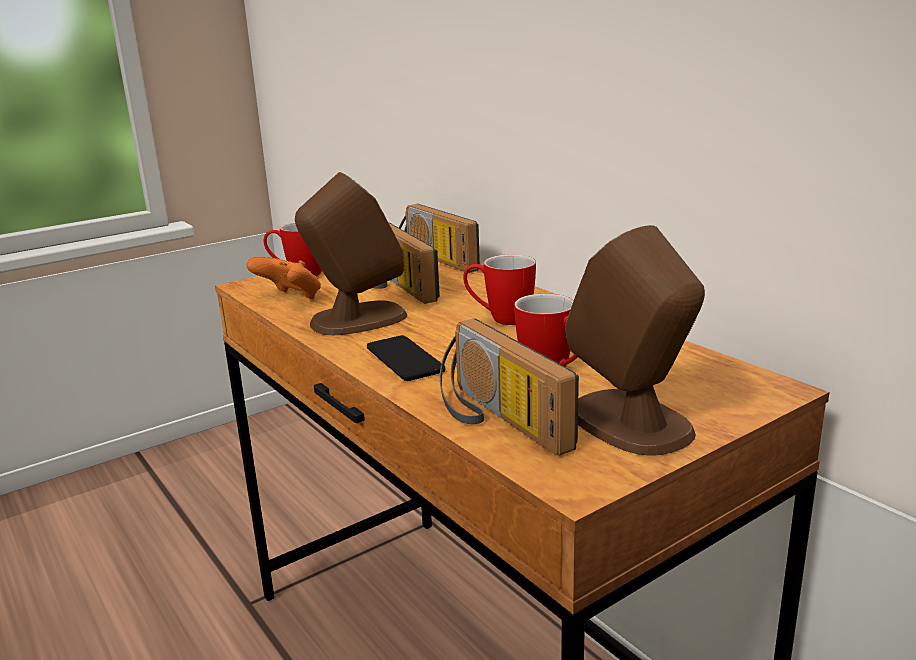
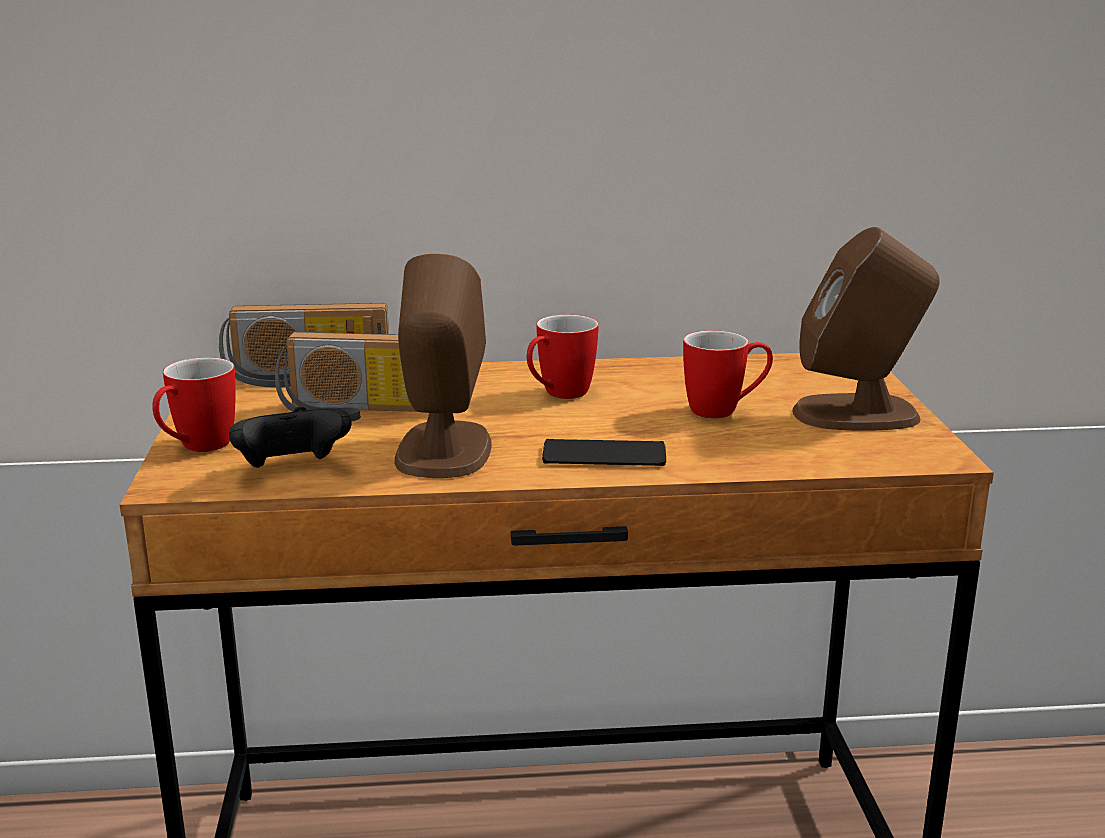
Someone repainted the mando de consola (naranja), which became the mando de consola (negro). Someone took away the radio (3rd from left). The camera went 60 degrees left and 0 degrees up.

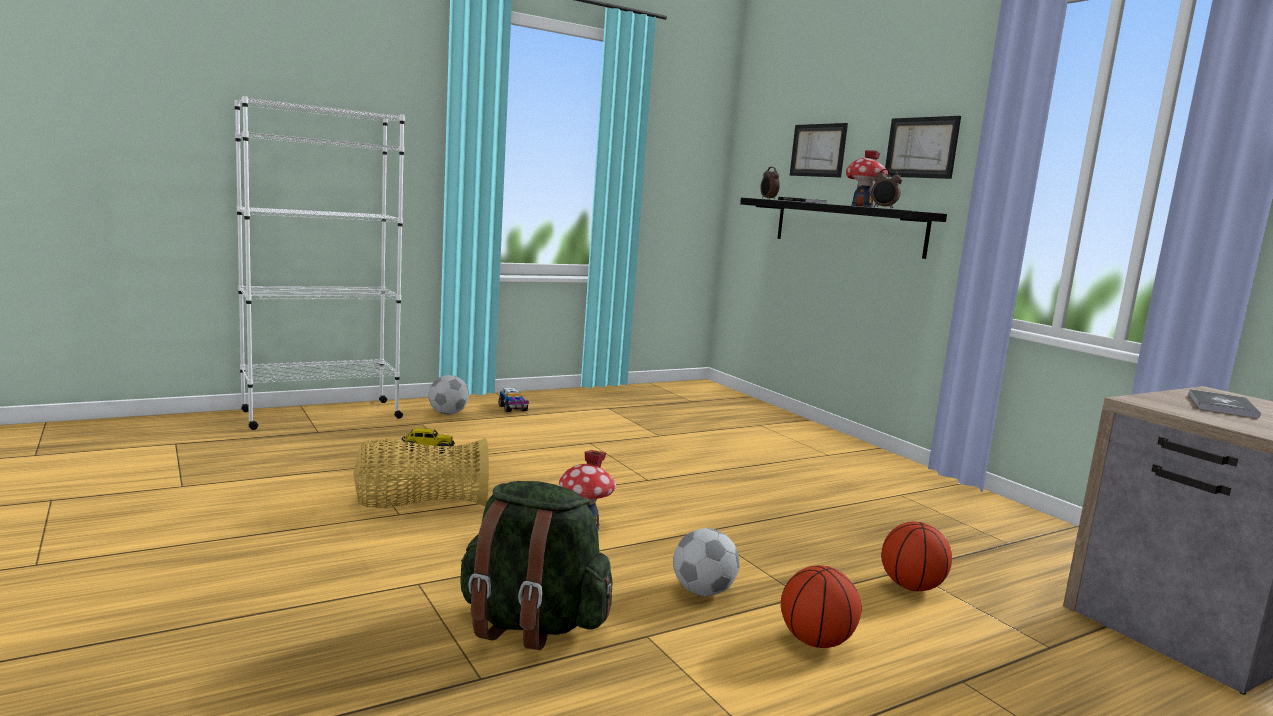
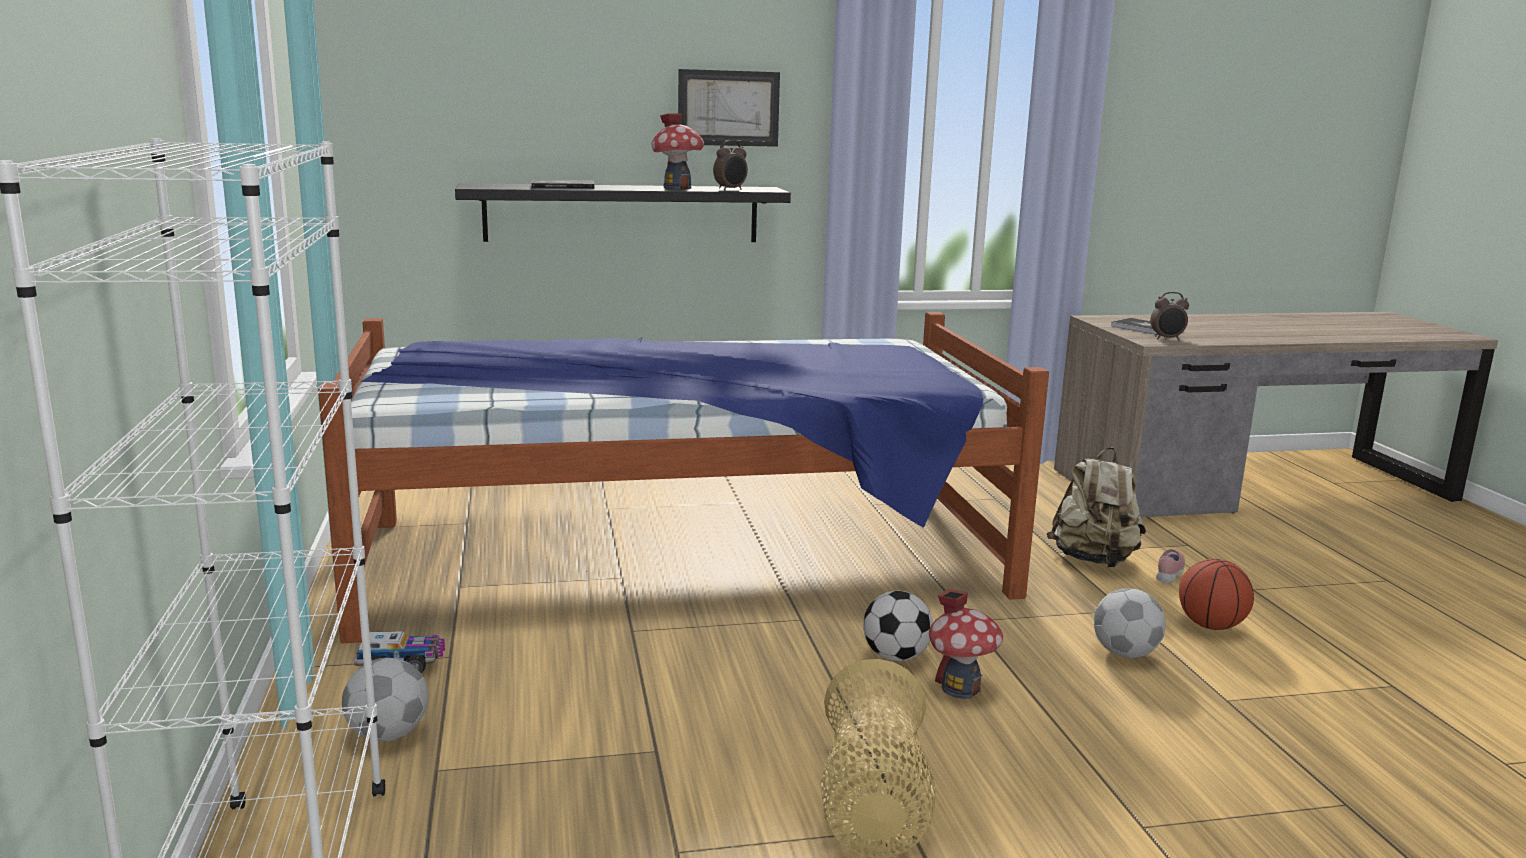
Someone took away the cuadro (1st from left). Someone carried the despertador (1st from left in the first image). Someone took away the camión de juguete (1st from left). Someone took away the mochila (verde). Someone swapped the balón de baloncesto (2nd from left) for the mochila (beis). Someone put down the cama. Someone put down the zapato (rosa). Someone put down the balón de fútbol (2nd from left). The camera went 70 degrees left and 5 degrees up.

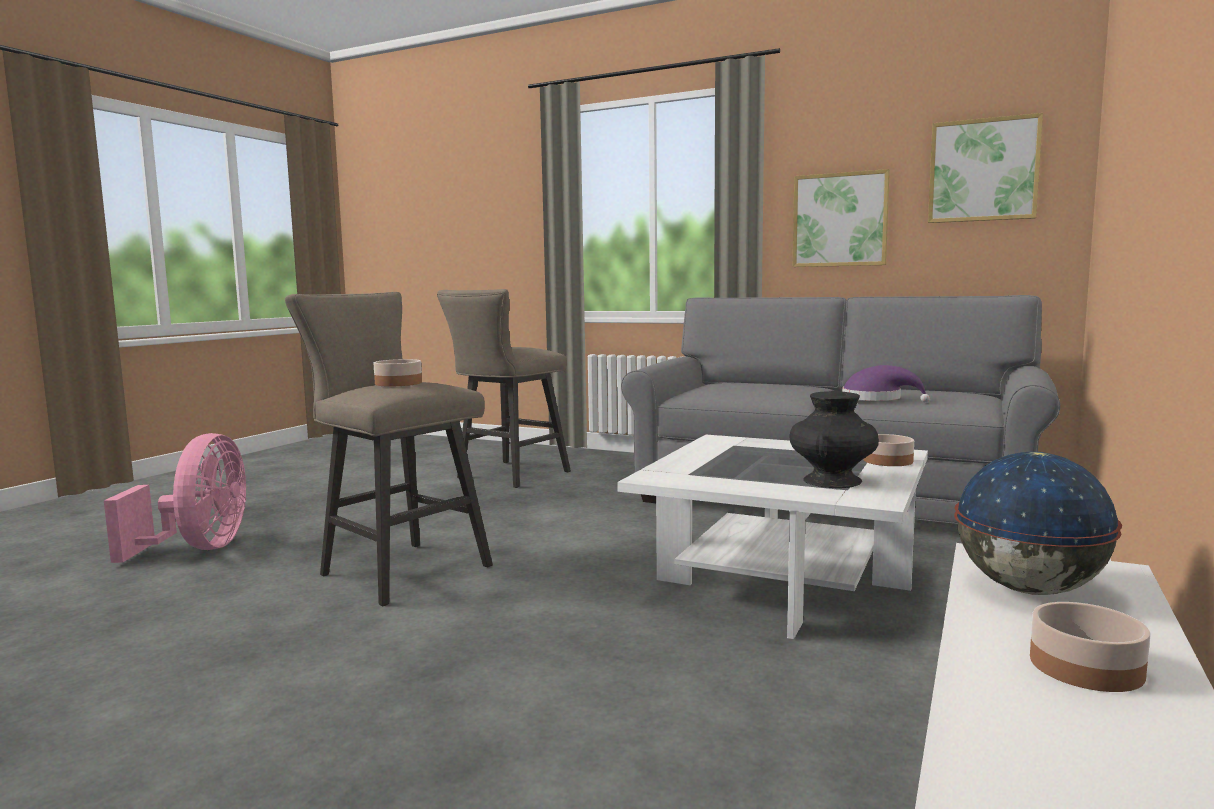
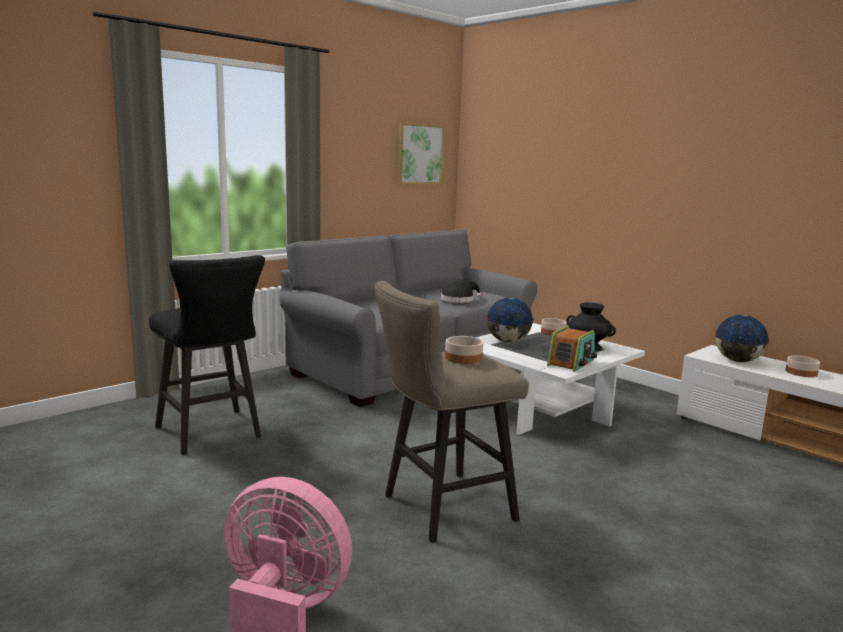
Someone took away the cuadro (1st from left). Someone repainted the taburete (beis) (2nd from left), which became the taburete (negro). Someone repainted the sombrero (morado), which became the sombrero (negro). Someone put down the globo terráqueo (1st from left). Someone put down the radio. The camera went 70 degrees left and 5 degrees up.

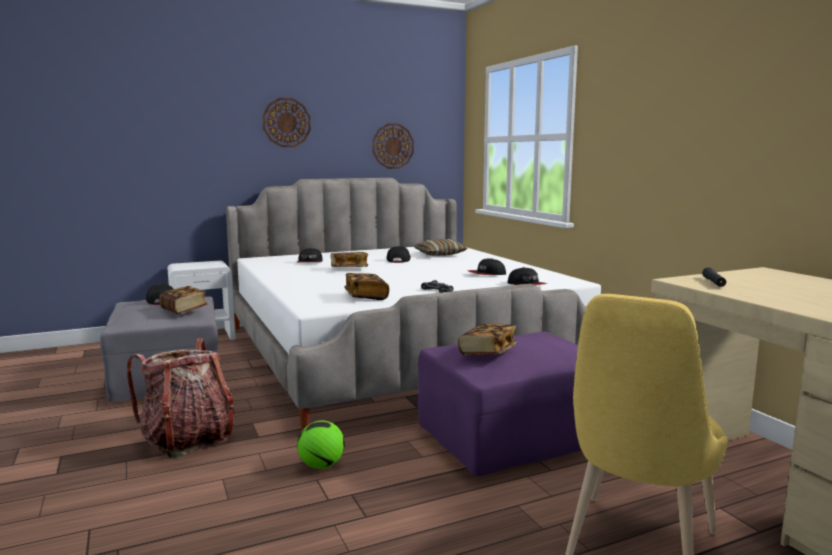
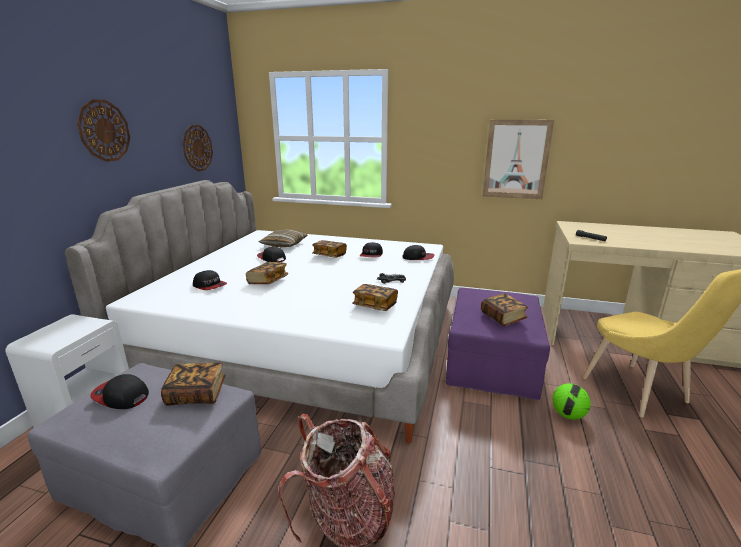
Someone carried the balón de fútbol. Someone put up the cuadro. Someone put down the libro (3rd from left). The camera went 50 degrees left and 10 degrees up.

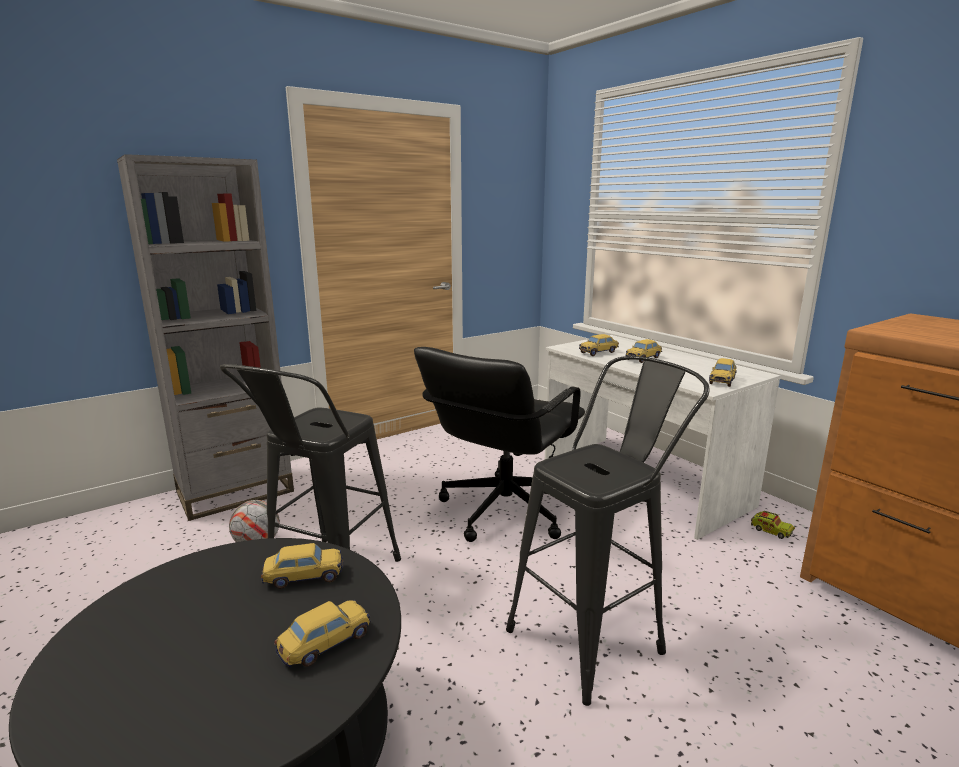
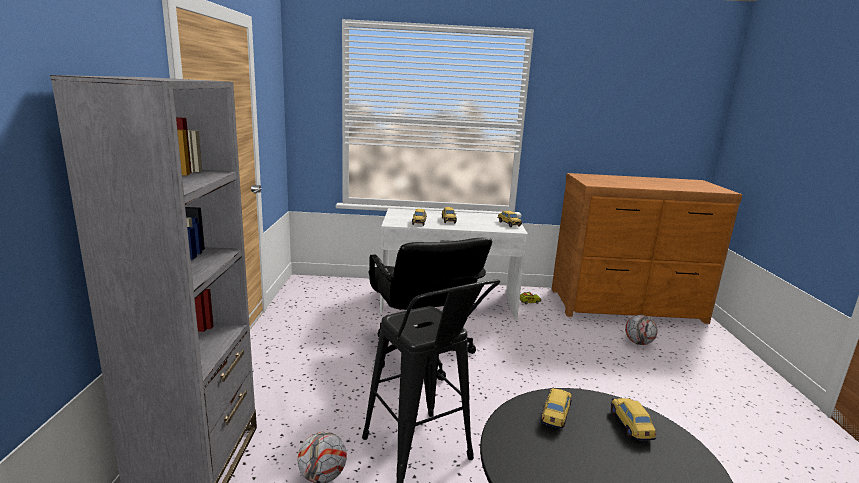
Someone took away the taburete (negro) (2nd from left). Someone put down the balón de fútbol (2nd from left). The camera went 55 degrees left and 0 degrees up.

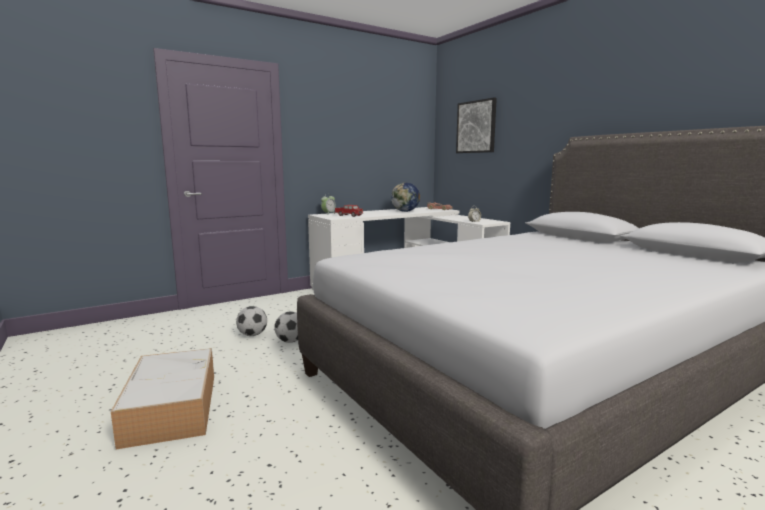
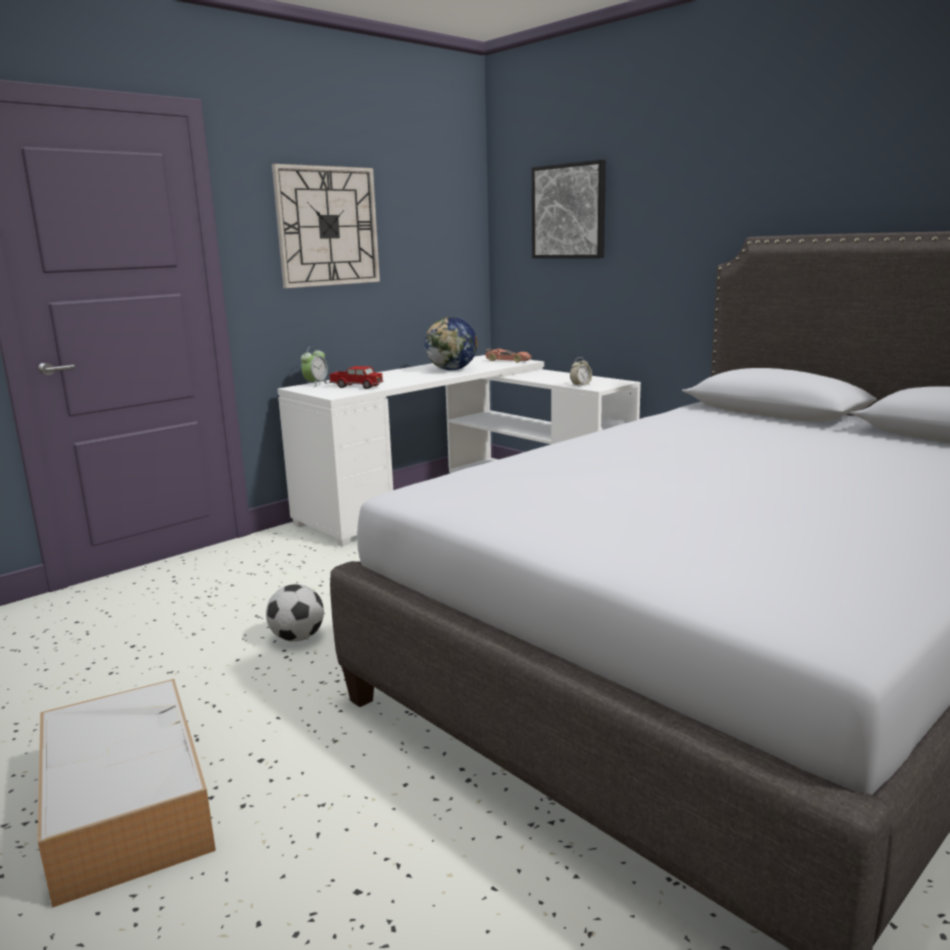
Someone took away the balón de fútbol (1st from left). Someone put up the reloj de pared. The camera went 10 degrees left and 5 degrees up.

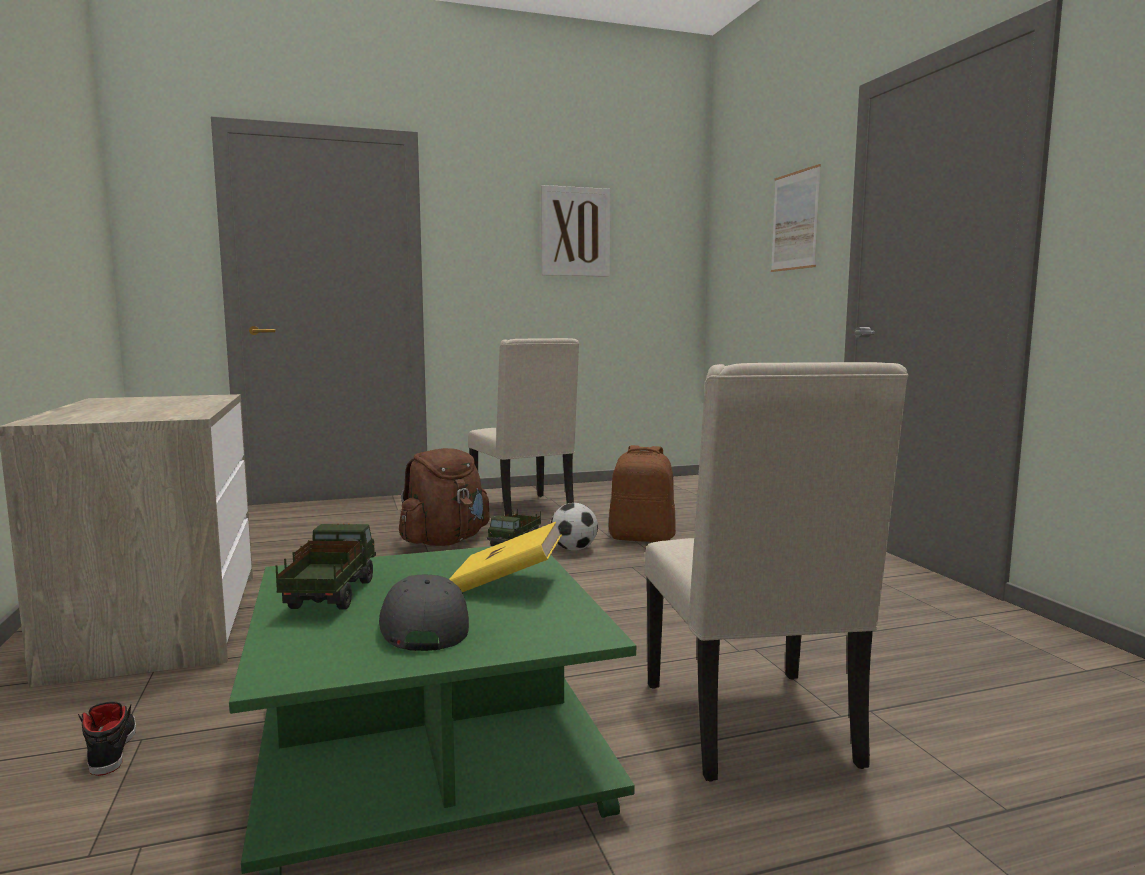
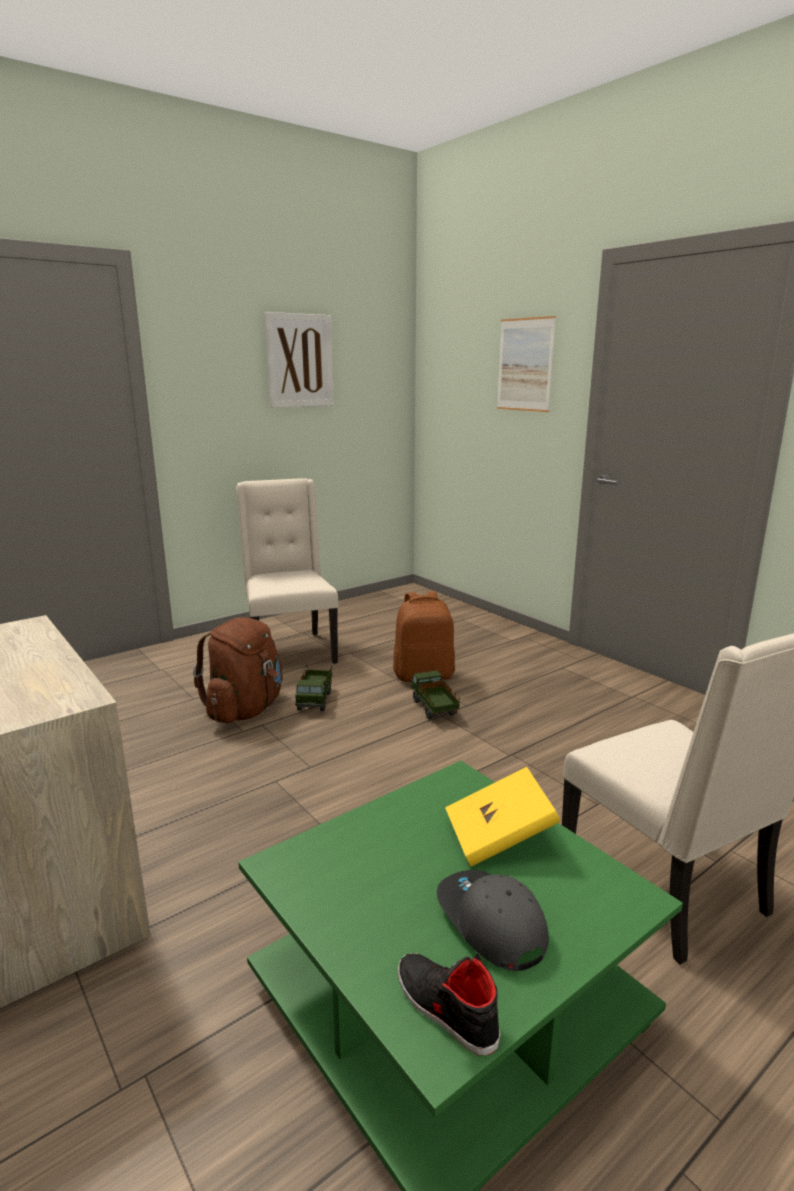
Someone rotated the silla (beis) (1st from left) by 150 degrees counterclockwise. Someone took away the balón de fútbol. Someone carried the camión de juguete (1st from left in the first image). Someone carried the zapato (negro). The camera went 20 degrees left and 10 degrees up.

